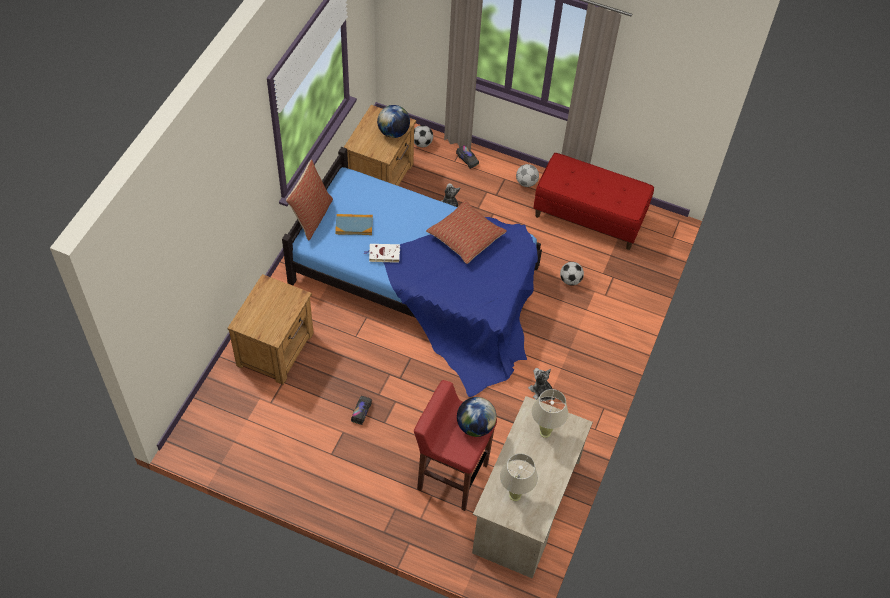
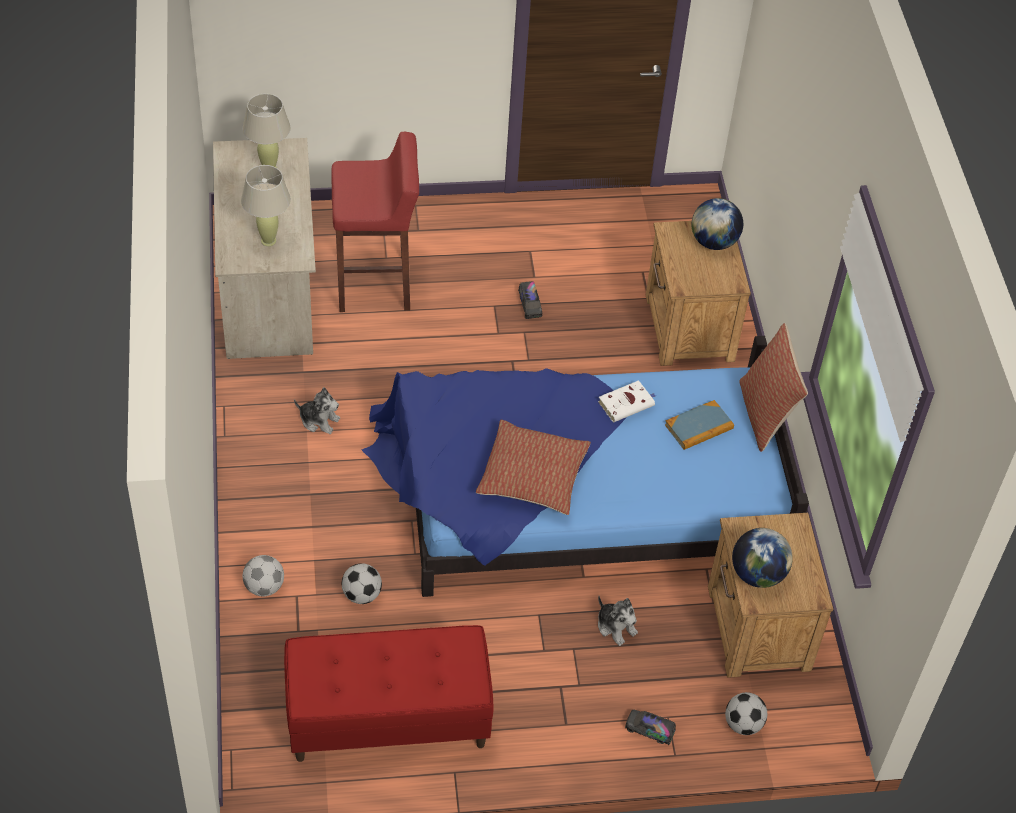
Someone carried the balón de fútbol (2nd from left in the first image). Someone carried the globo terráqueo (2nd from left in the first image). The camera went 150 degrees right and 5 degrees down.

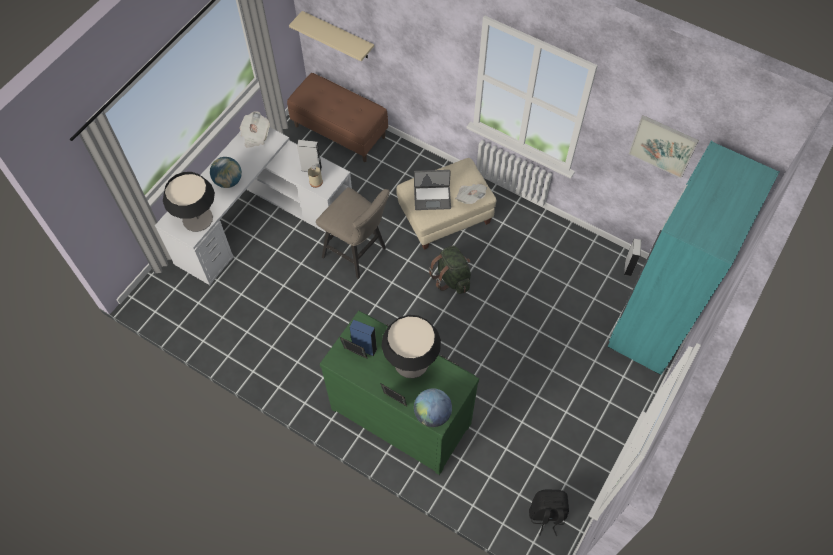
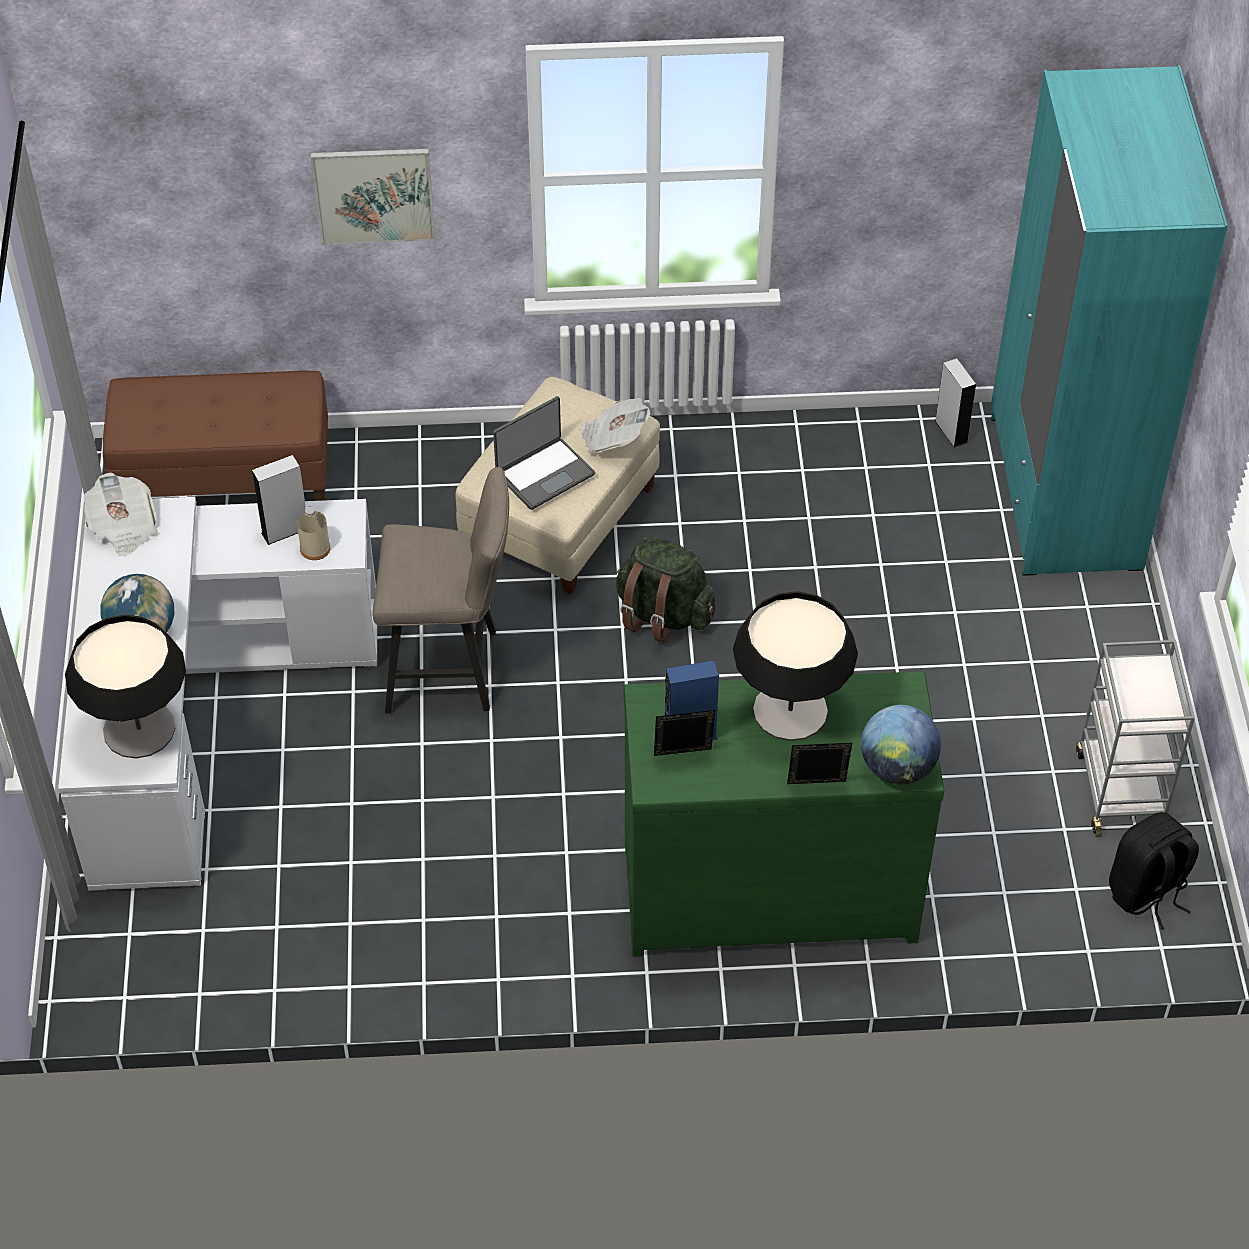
Someone took away the estante (beis). Someone carried the cuadro. Someone put down the carrito (gris). The camera went 35 degrees left and 10 degrees down.

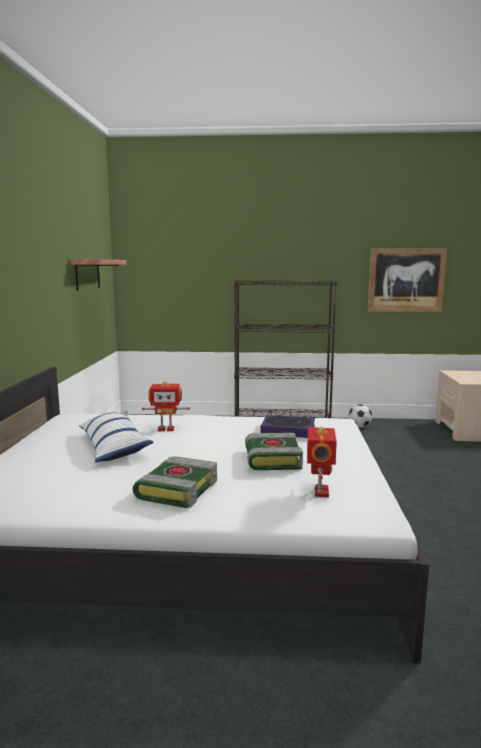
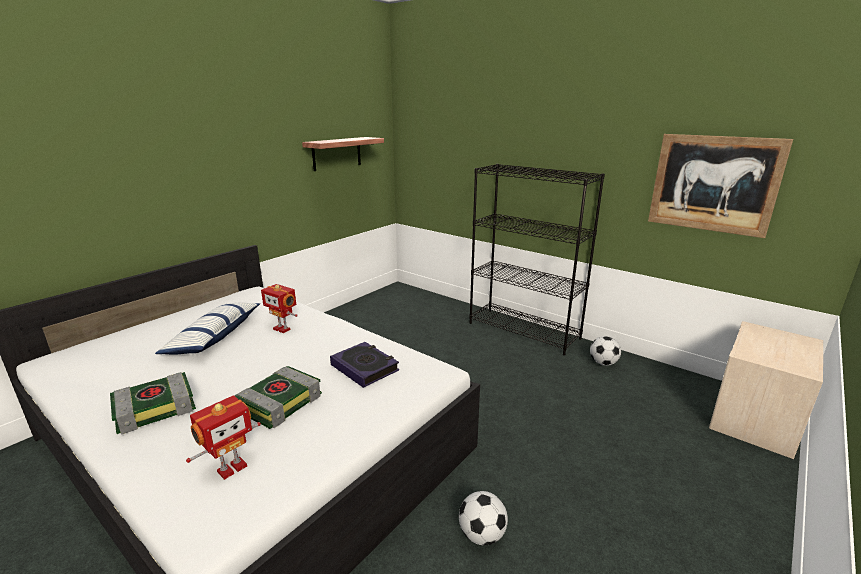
Someone put down the balón de fútbol (1st from left). The camera went 35 degrees right and 10 degrees up.

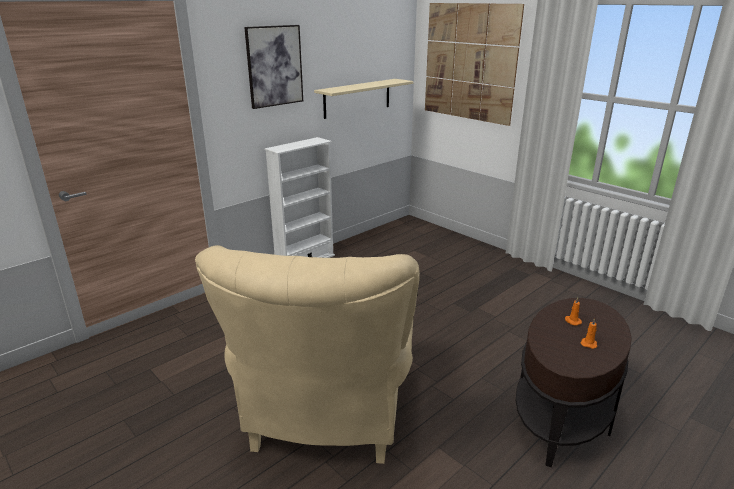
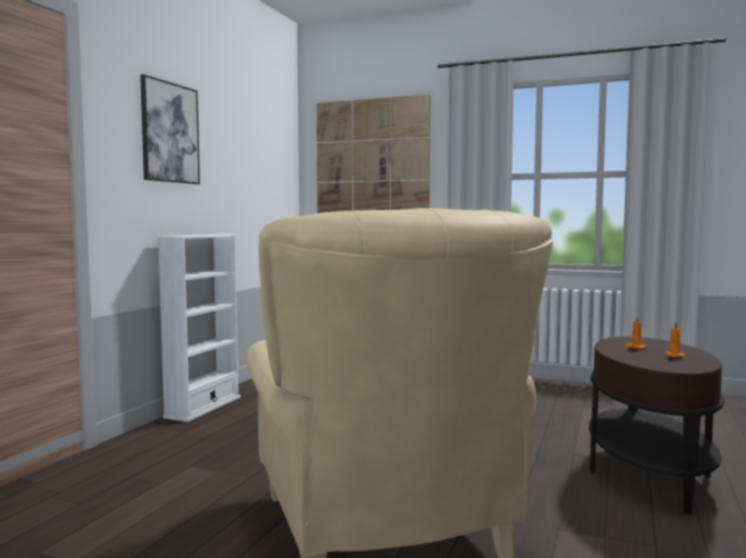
Someone took away the estante (beis). The camera went 25 degrees left and 20 degrees down.

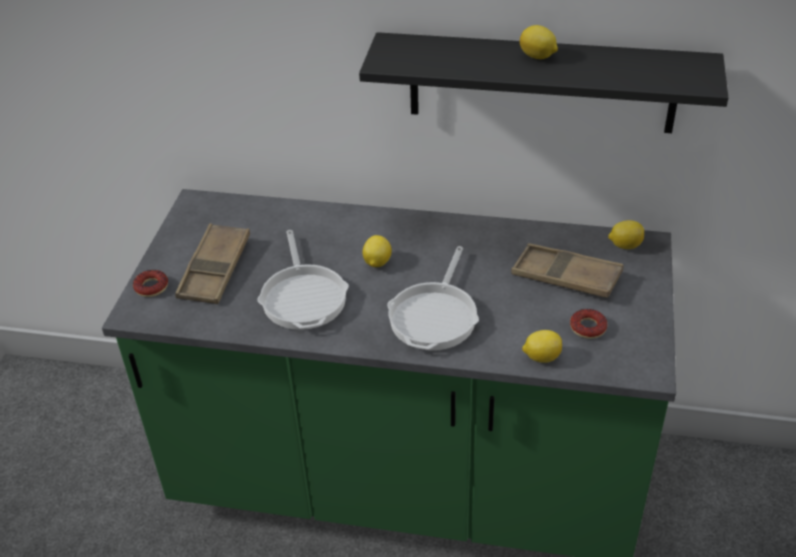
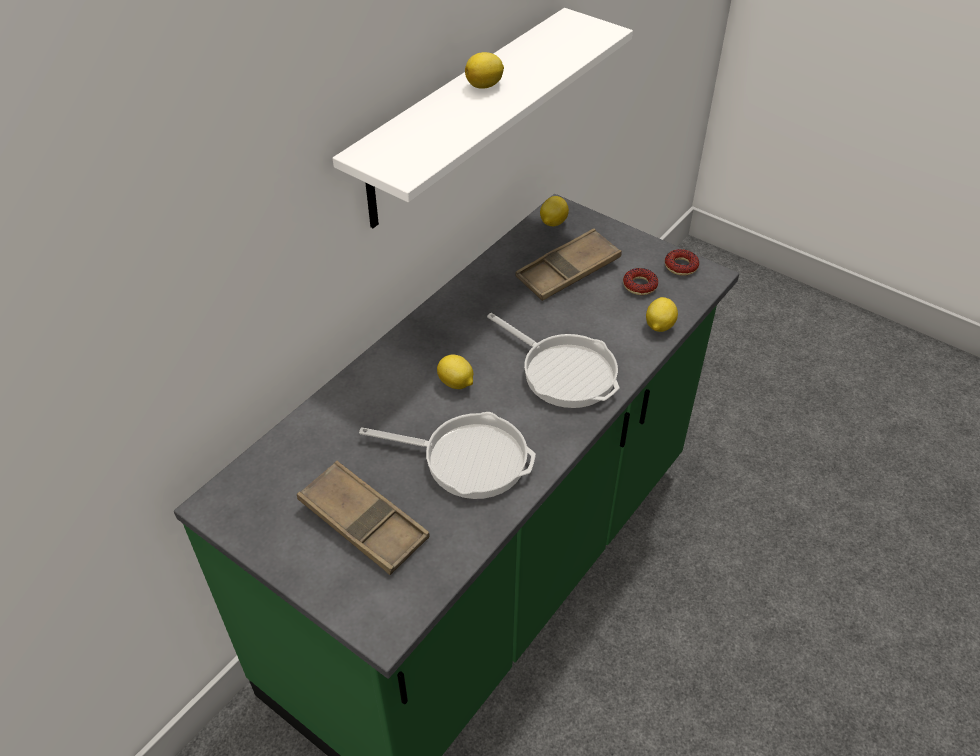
Someone repainted the estante (negro), which became the estante (blanco). Someone carried the rosquilla (1st from left in the first image). The camera went 65 degrees left and 5 degrees up.

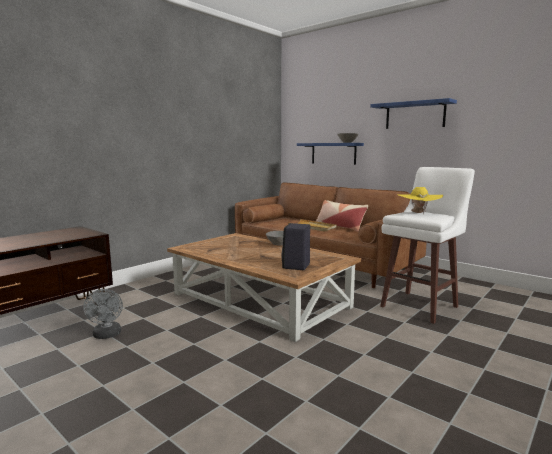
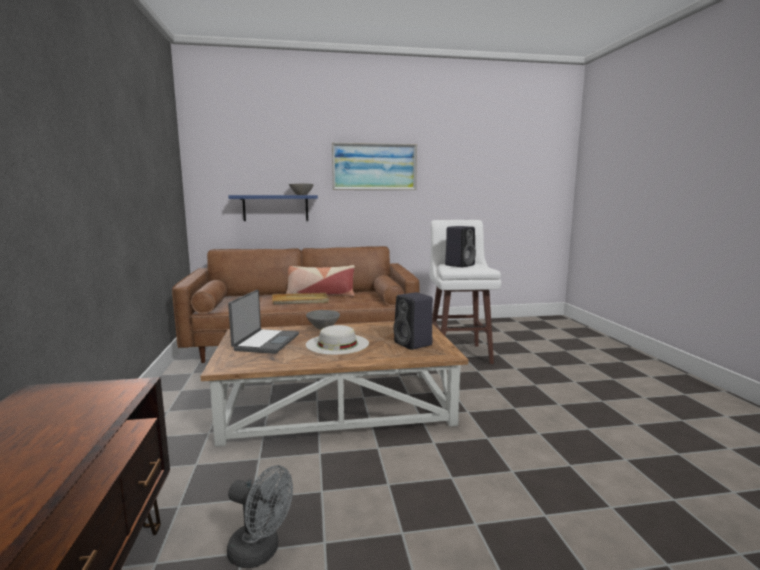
Someone swapped the estante (azul) (2nd from left) for the cuadro. Someone swapped the sombrero (amarillo) for the altavoz (negro) (2nd from left). Someone put down the portátil. Someone put down the sombrero (blanco). The camera went 50 degrees left and 0 degrees up.

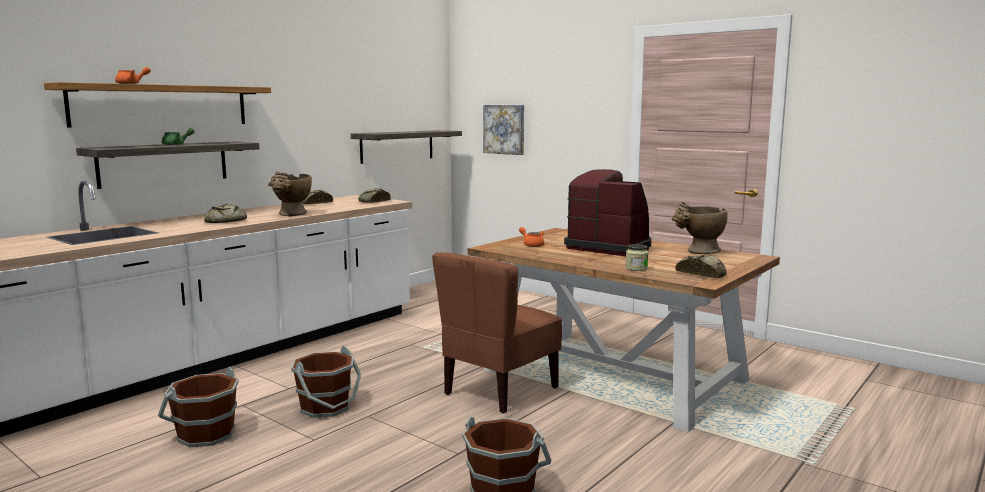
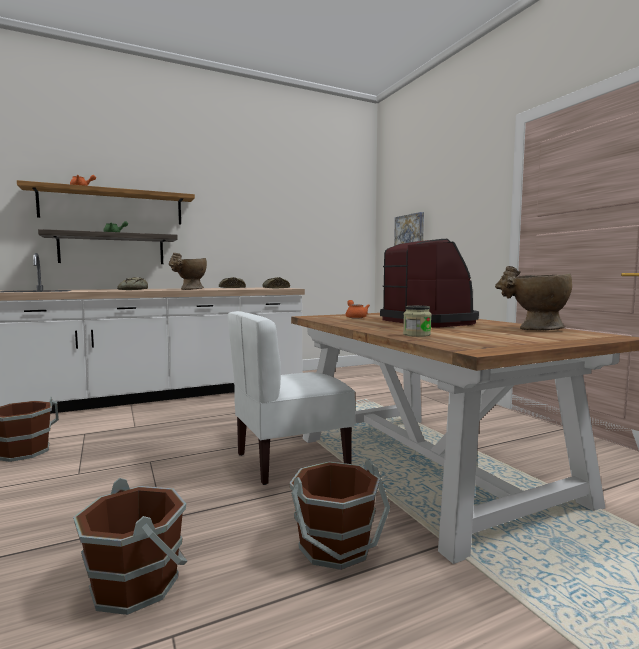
Someone took away the estante (3rd from left). Someone repainted the silla (marrón), which became the silla (blanco). Someone took away the pan (4th from left). Someone carried the cubo (marrón) (2nd from left in the first image). The camera went 25 degrees right and 5 degrees down.

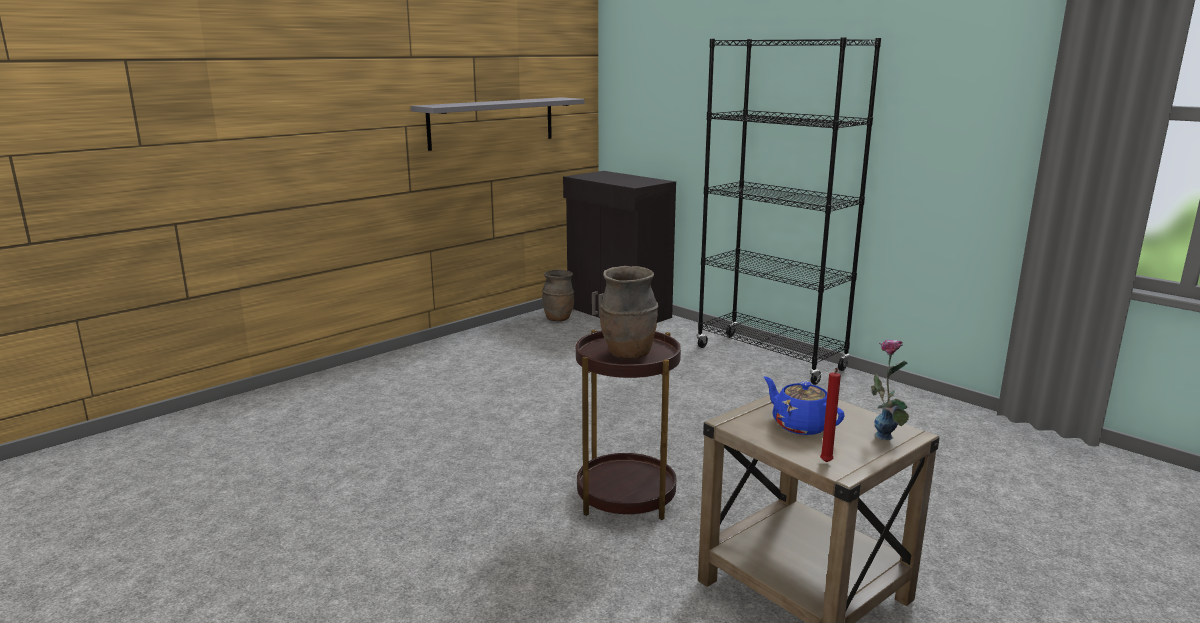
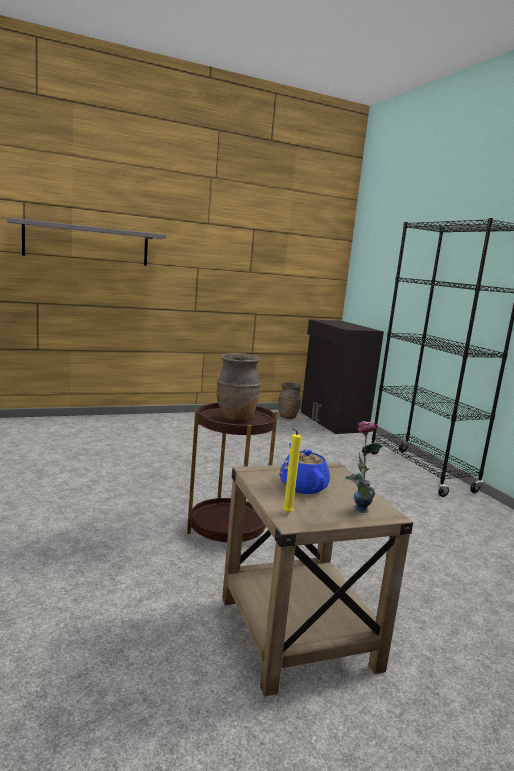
Someone carried the estante (gris). Someone repainted the vela (rojo), which became the vela (amarillo). The camera went 20 degrees right and 5 degrees down.

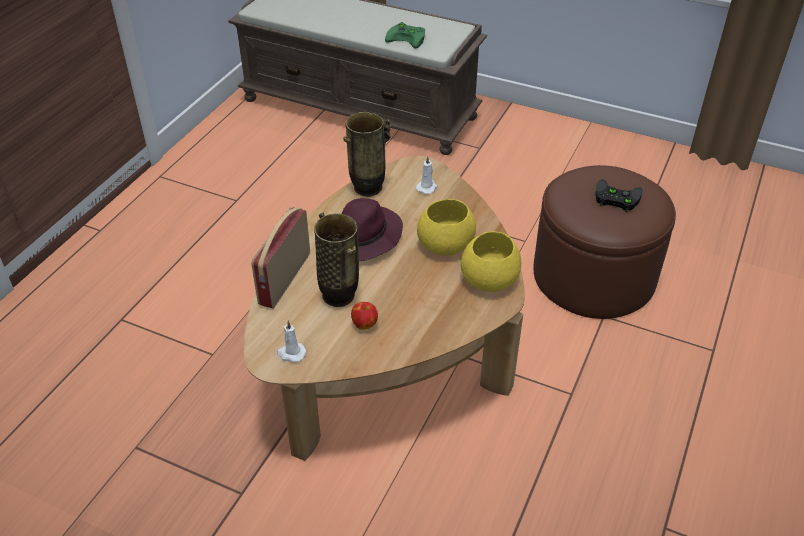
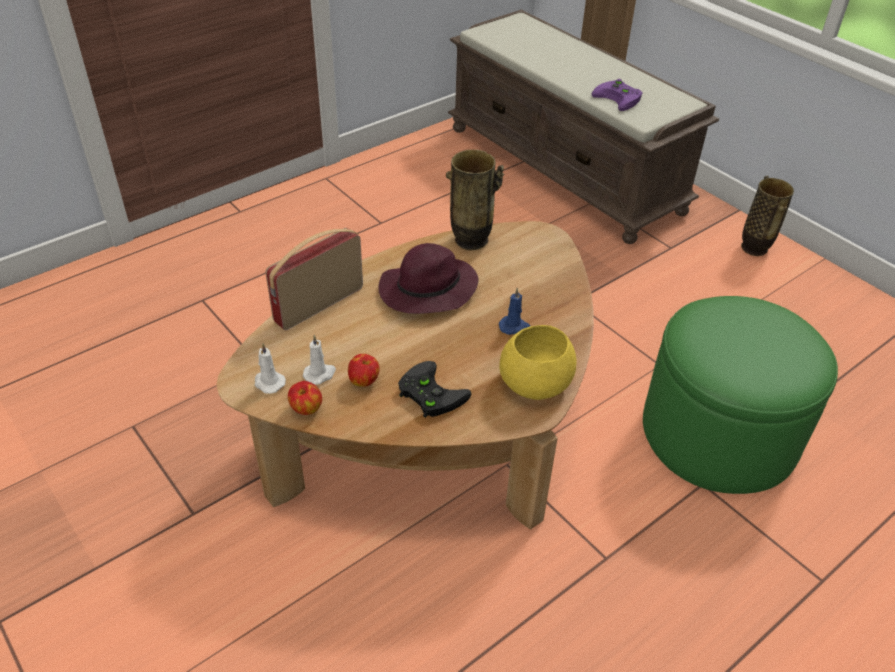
Someone repainted the mando de consola (verde), which became the mando de consola (morado). Someone carried the vela (blanco) (2nd from left). Someone repainted the puf (marrón), which became the puf (verde). Someone carried the mando de consola (negro). Someone swapped the cuenco (amarillo) (1st from left) for the vela (azul). Someone carried the florero (1st from left in the first image). Someone put down the manzana (1st from left). The camera went 25 degrees right and 0 degrees up.

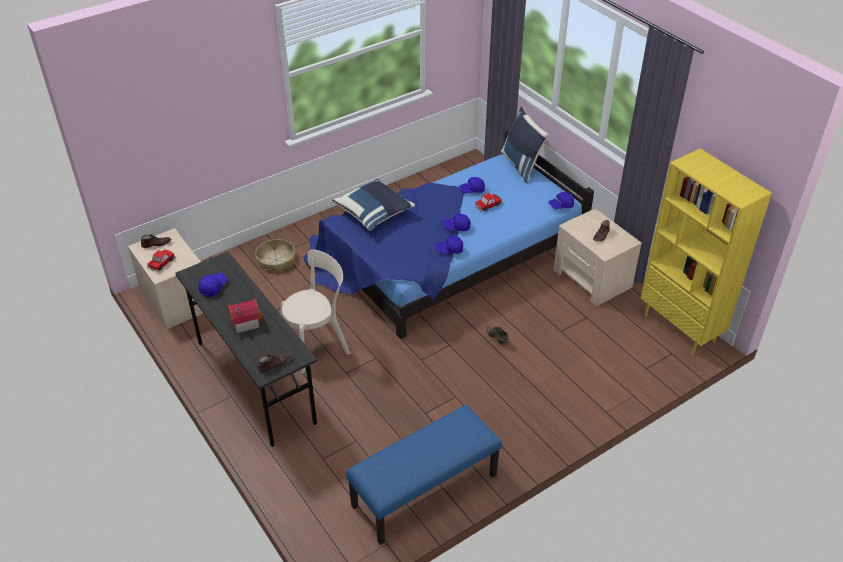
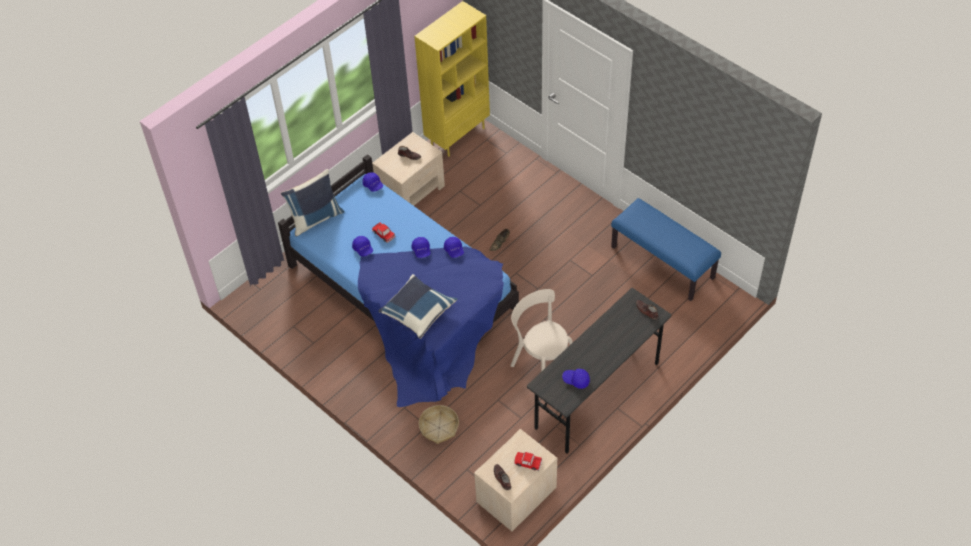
Someone took away the casita. The camera went 100 degrees left and 10 degrees up.

